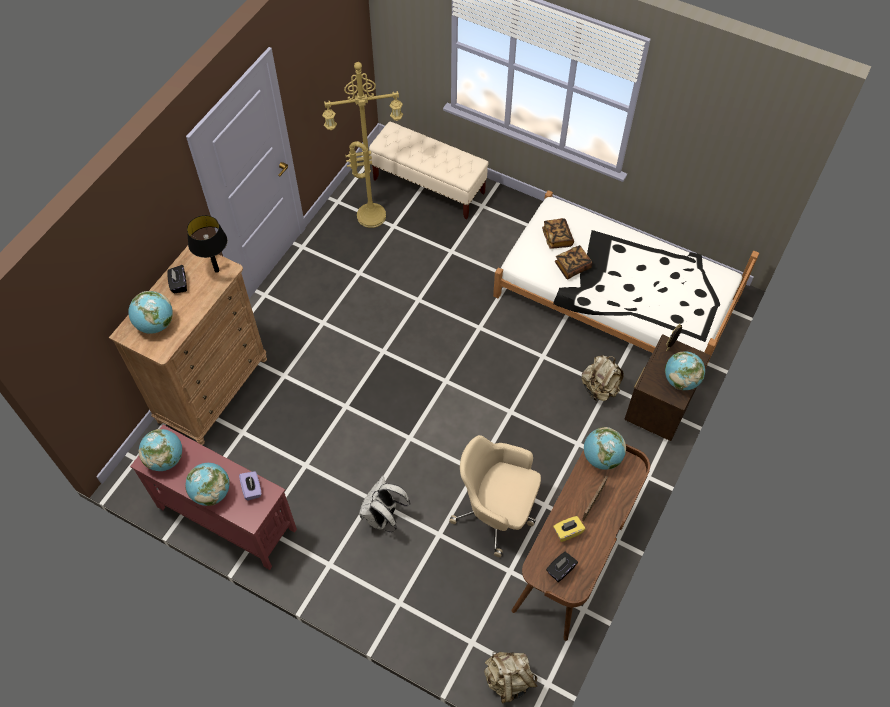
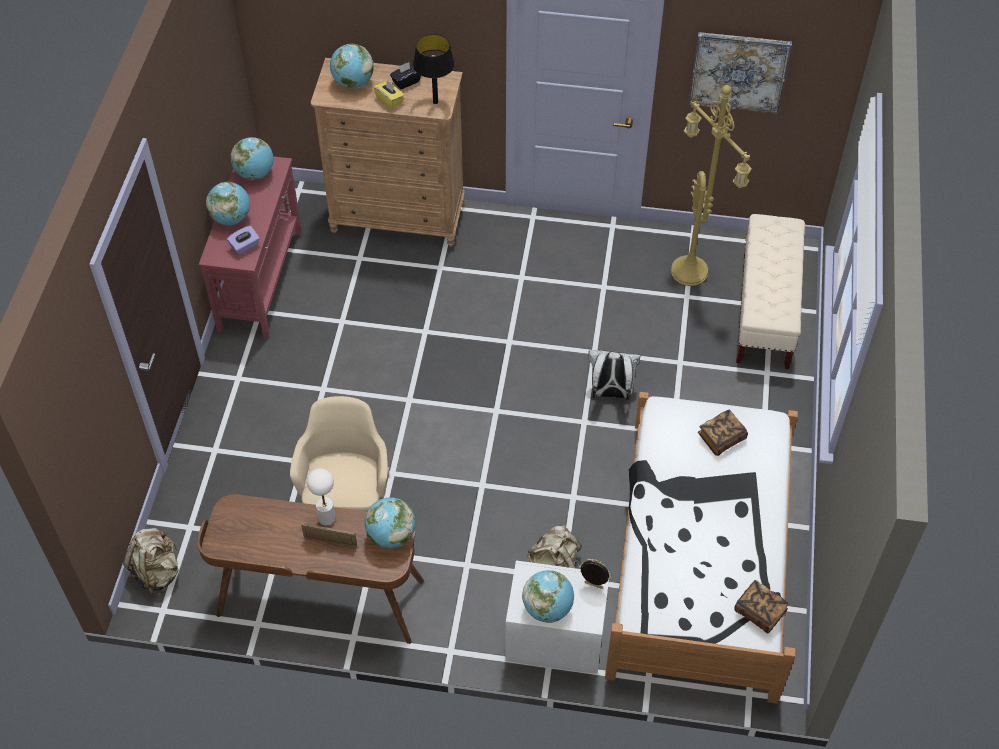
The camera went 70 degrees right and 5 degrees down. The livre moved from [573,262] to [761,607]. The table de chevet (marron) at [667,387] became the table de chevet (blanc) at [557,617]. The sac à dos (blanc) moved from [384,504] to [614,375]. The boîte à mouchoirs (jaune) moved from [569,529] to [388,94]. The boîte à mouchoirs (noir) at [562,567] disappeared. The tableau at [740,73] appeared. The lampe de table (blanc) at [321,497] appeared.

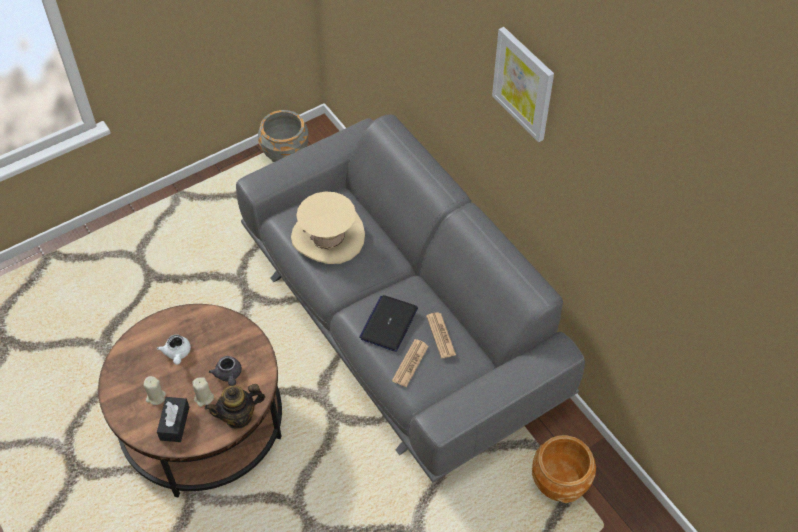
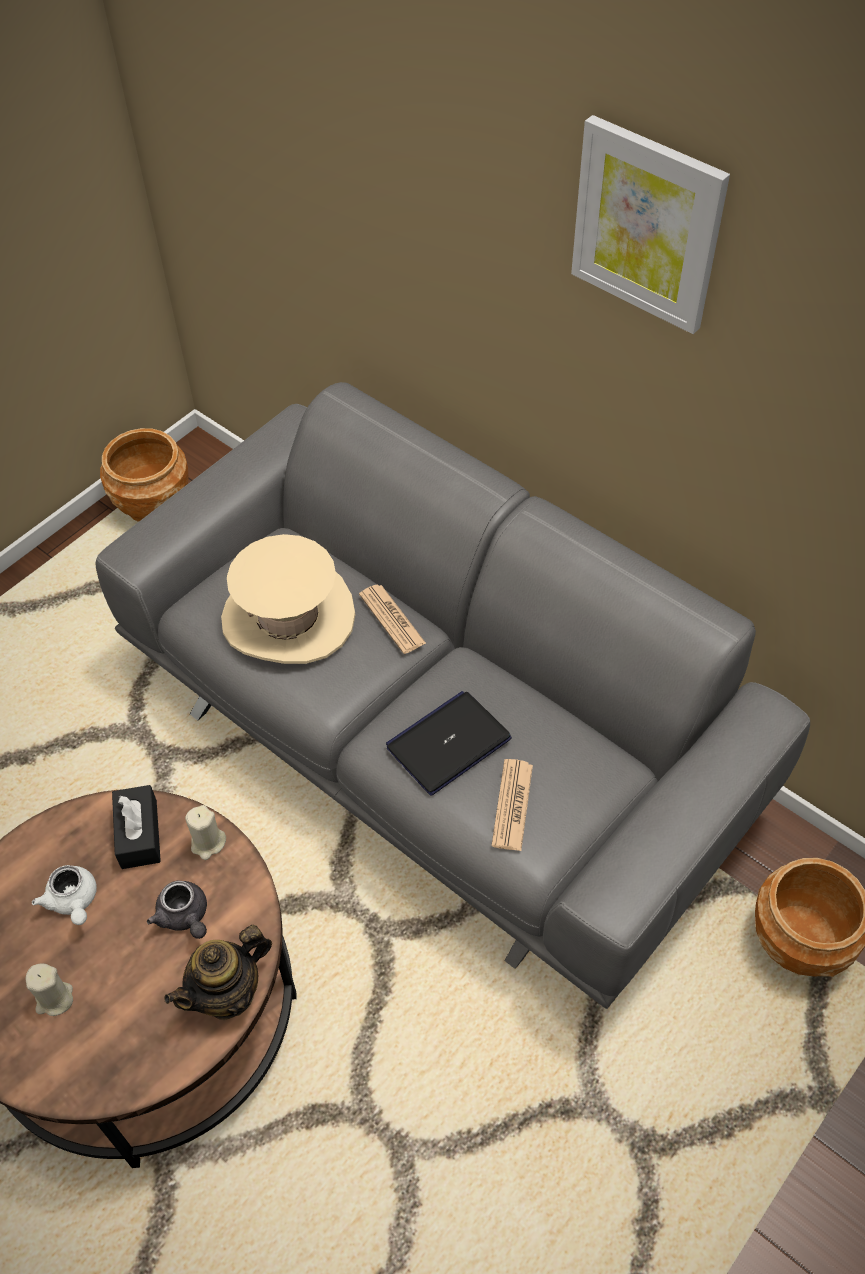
The camera went 15 degrees left and 0 degrees up. The cache-pot (gris) at [283,136] became the cache-pot (marron) at [144,475]. The ordinateur portable at [388,323] turned 45 degrees clockwise. The journal moved from [441,335] to [392,619]. The bougie (beige) moved from [203,392] to [205,832]. The boîte à mouchoirs (noir) moved from [173,419] to [136,827].

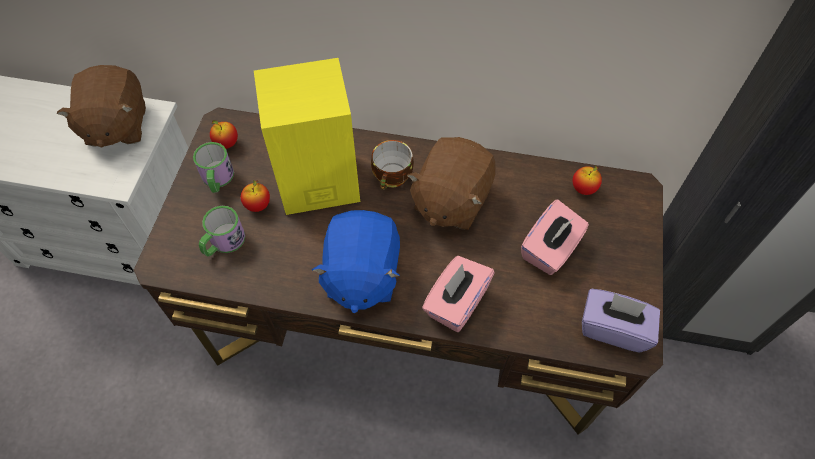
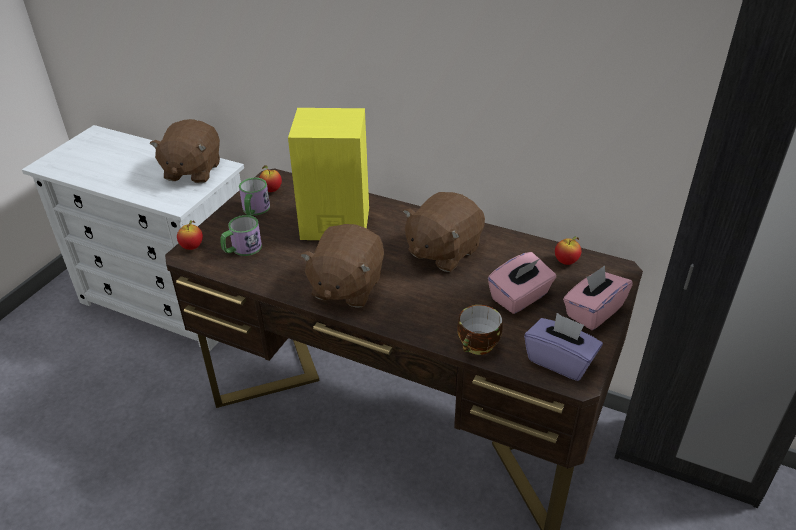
The camera went 15 degrees right and 20 degrees down. The tasse moved from [392,165] to [480,330]. The pomme moved from [255,196] to [190,235]. The peluche (bleu) at [356,261] became the peluche (marron) at [342,266]. The boîte à mouchoirs (rose) moved from [458,294] to [598,297].

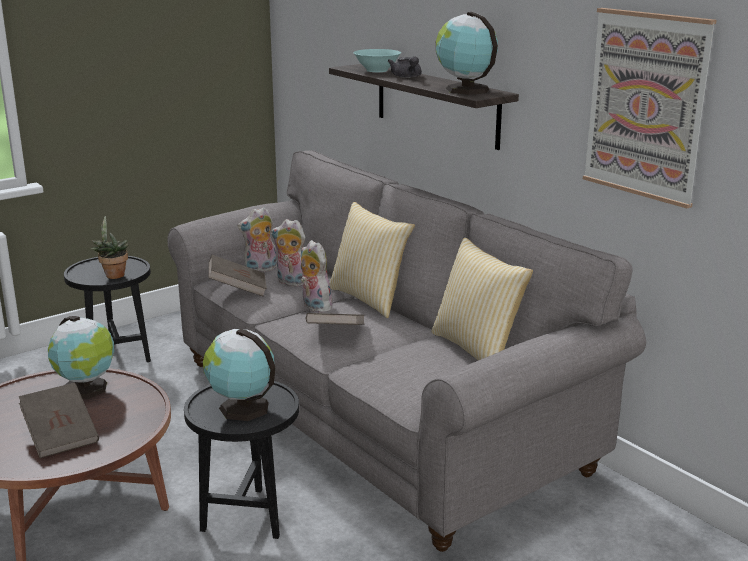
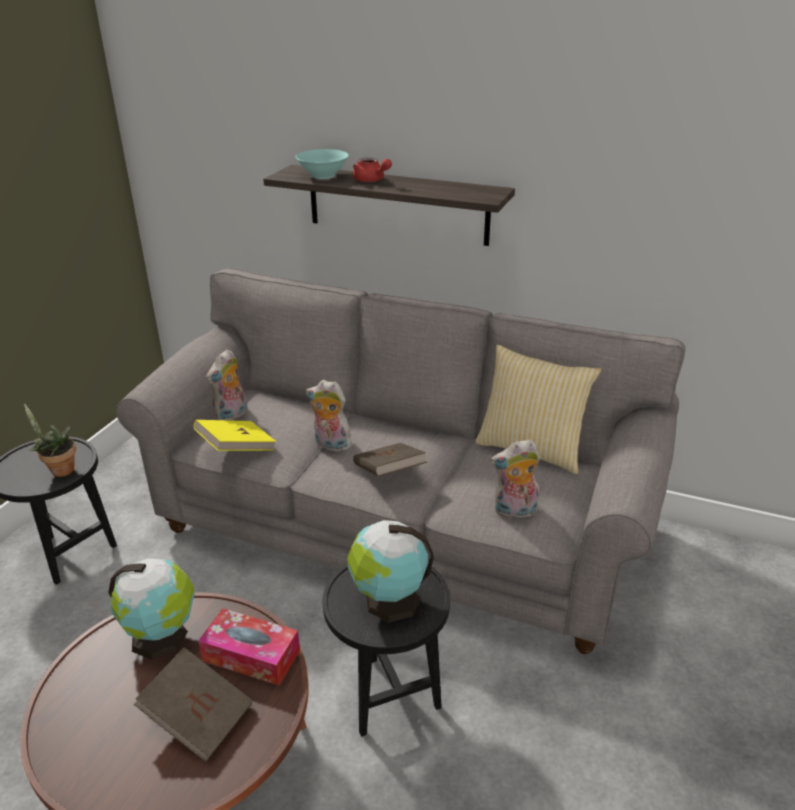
The camera went 30 degrees left and 10 degrees up. The tableau at [650,108] disappeared. The globe at [467,53] disappeared. The théière (gris) at [405,67] became the théière (rouge) at [372,170]. The coussin at [372,260] disappeared. The peluche moved from [288,253] to [515,479]. The livre (marron) at [237,276] became the livre (jaune) at [235,435]. The boîte à mouchoirs at [249,646] appeared.

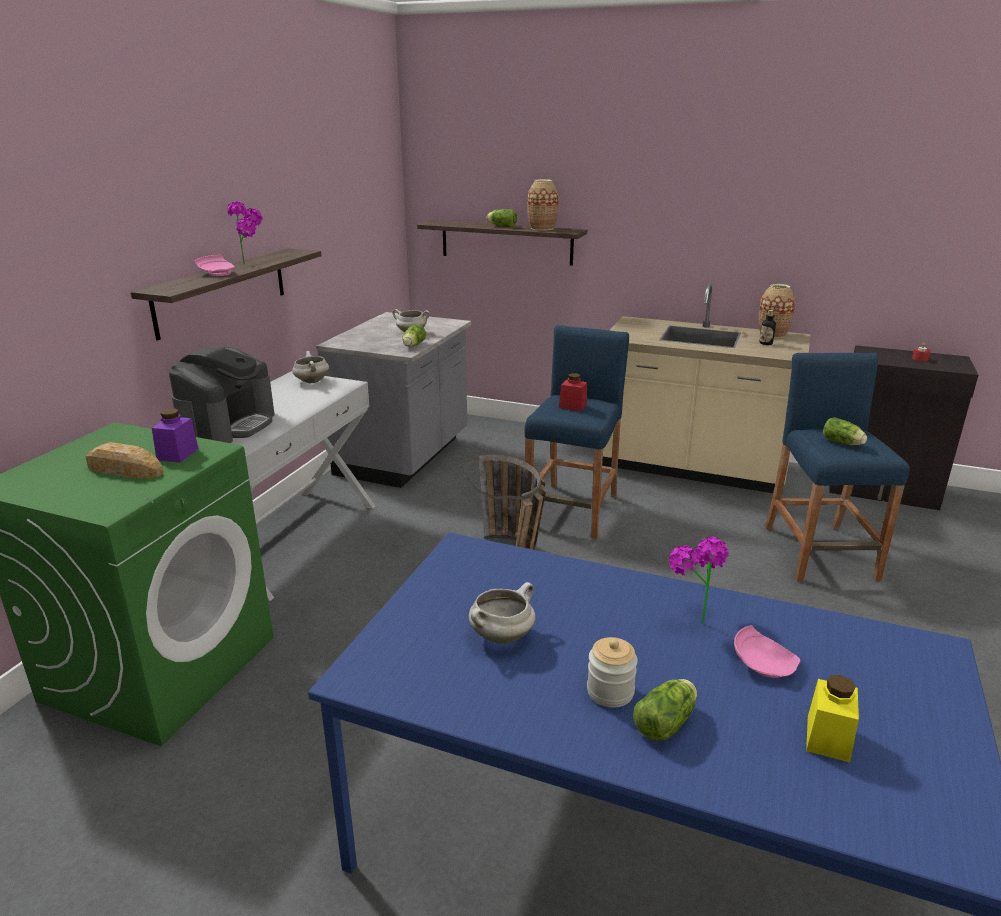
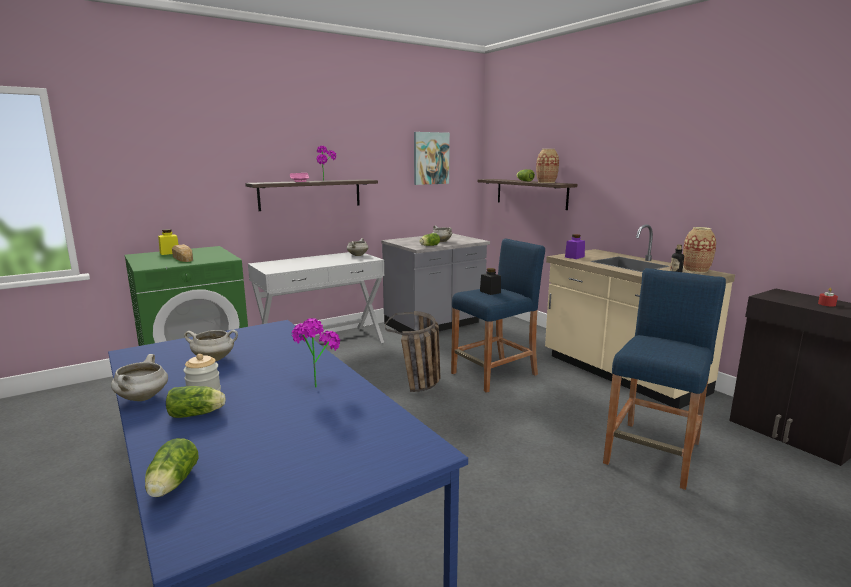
The camera went 35 degrees right and 10 degrees down. The machine à café at [222,394] disappeared. The bocal (rouge) at [573,392] became the bocal (noir) at [490,281]. The bocal (violet) moved from [175,435] to [575,246]. The laitue moved from [845,431] to [172,467]. The assiette (rose) at [767,651] disappeared. The bocal (jaune) moved from [832,718] to [168,242]. The tableau at [432,158] appeared. The marmite (blanc) at [139,377] appeared.

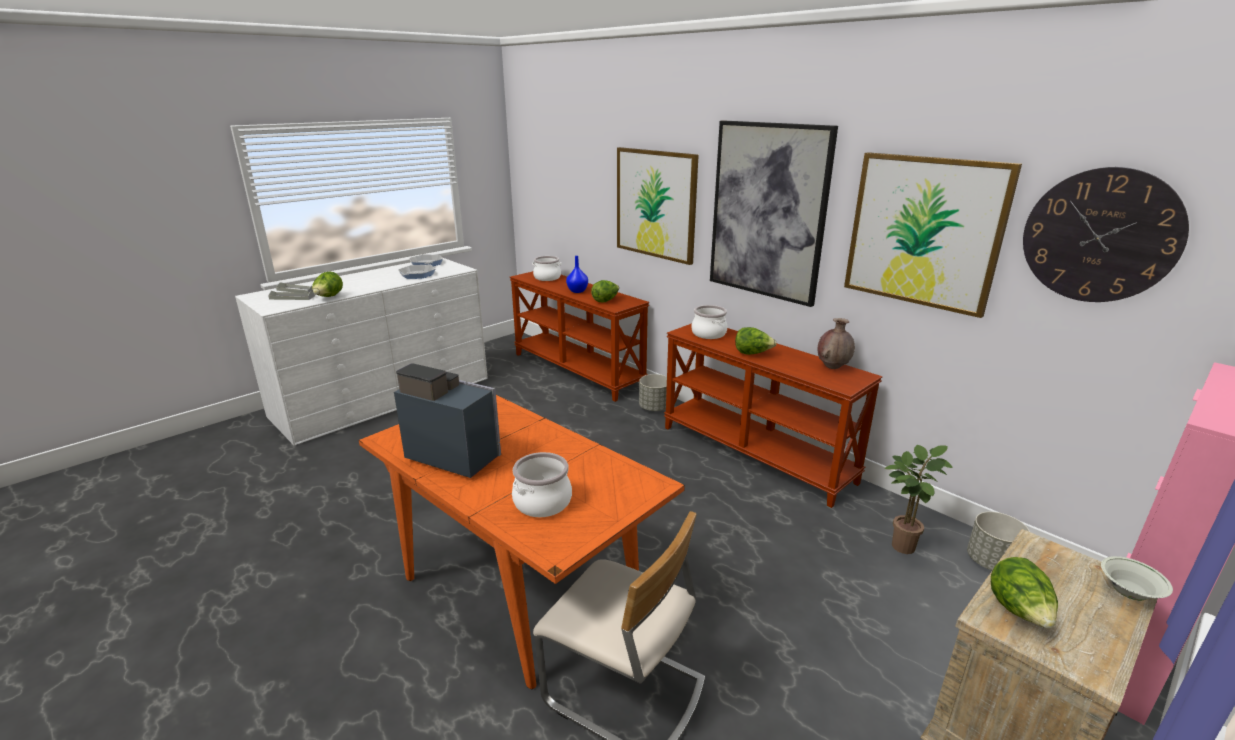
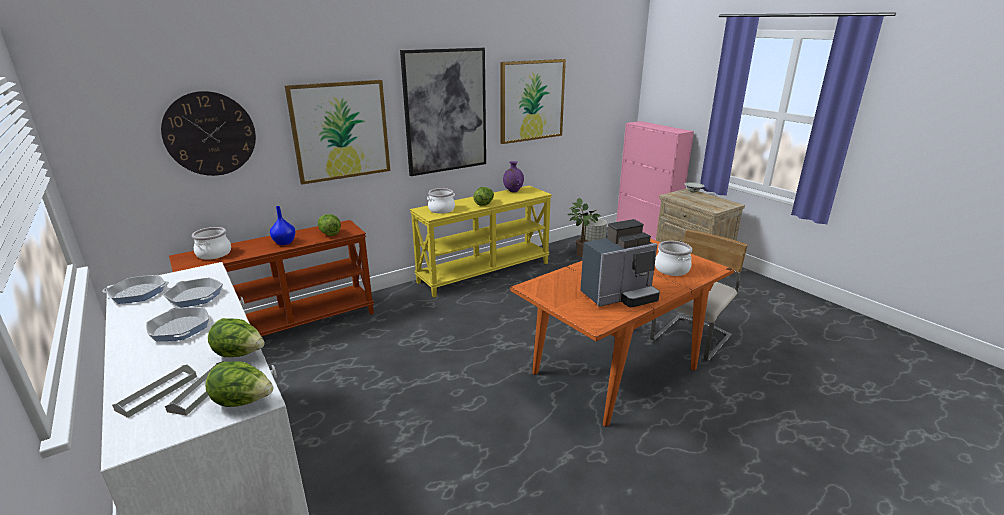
The camera went 80 degrees left and 0 degrees up. The horloge murale moved from [1106,234] to [208,133]. The vase (marron) at [836,343] became the vase (violet) at [513,176]. The table console (marron) at [773,415] became the table console (jaune) at [481,242]. The machine à café at [447,420] turned 150 degrees counterclockwise. The cache-pot (gris) at [653,392] disappeared. The laitue moved from [1024,592] to [239,384]. The poêle at [177,324] appeared.

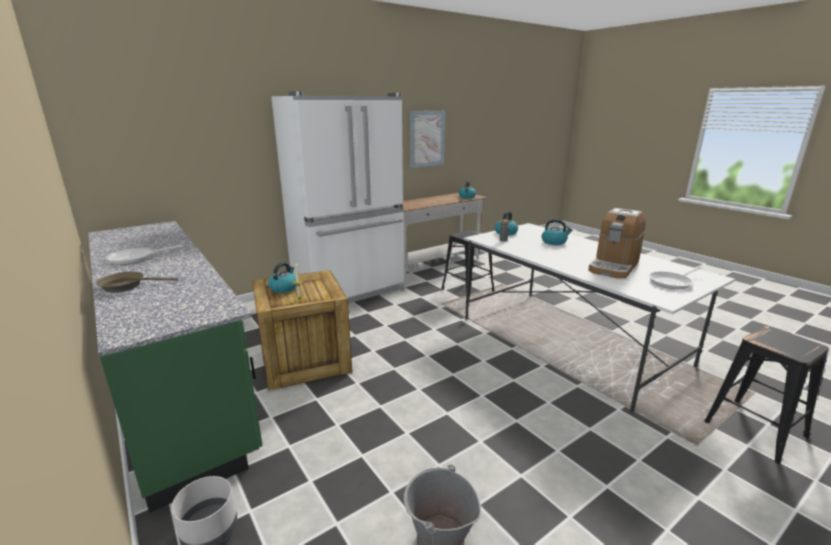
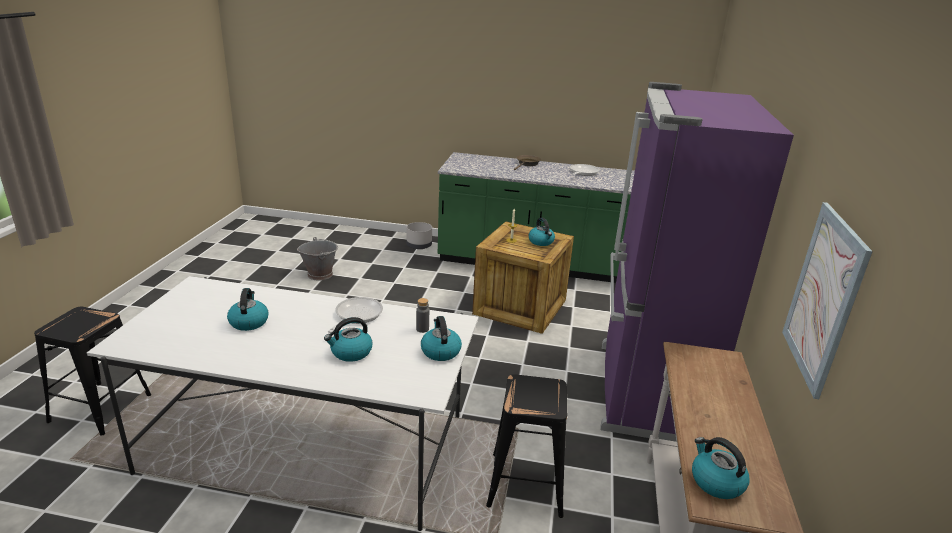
The camera went 135 degrees right and 5 degrees up. The réfrigérateur (blanc) at [337,197] became the réfrigérateur (violet) at [697,262]. The machine à café at [617,243] was replaced by the bouilloire at [247,309]. The poêle moved from [675,278] to [355,315].

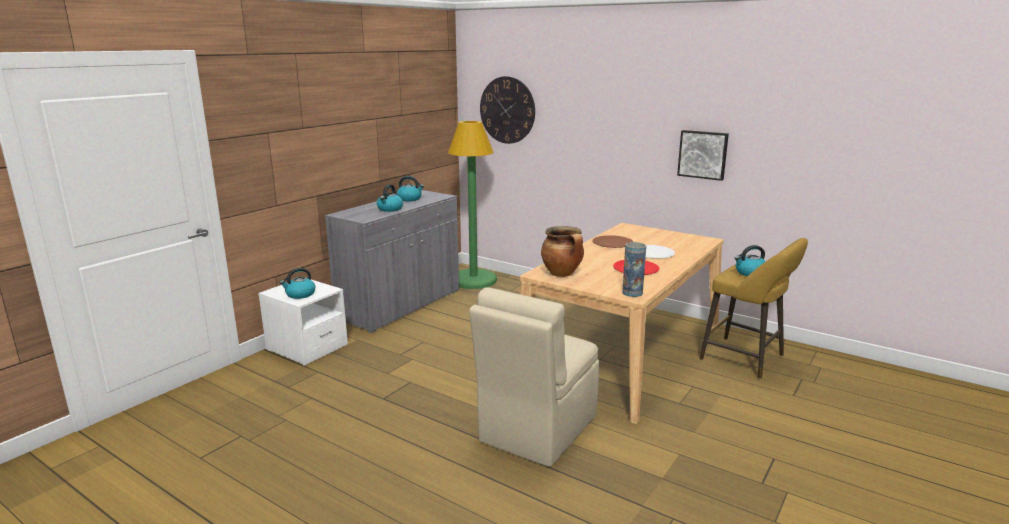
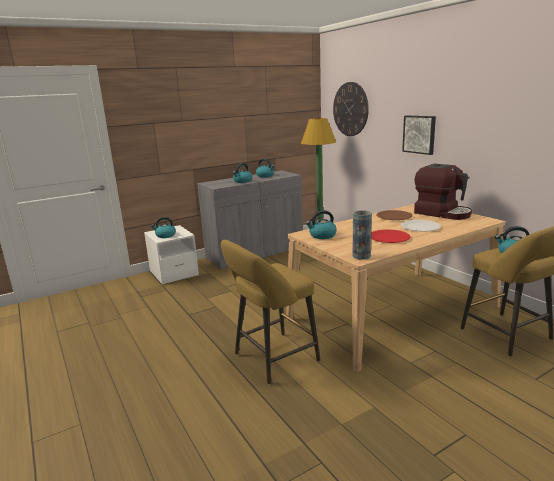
The camera went 25 degrees right and 0 degrees up. The tableau moved from [703,155] to [419,135]. The marmite at [562,251] was replaced by the bouilloire at [321,224]. The chaise (beige) at [534,377] was replaced by the tabouret (jaune) at [270,312]. The machine à café at [443,192] appeared.

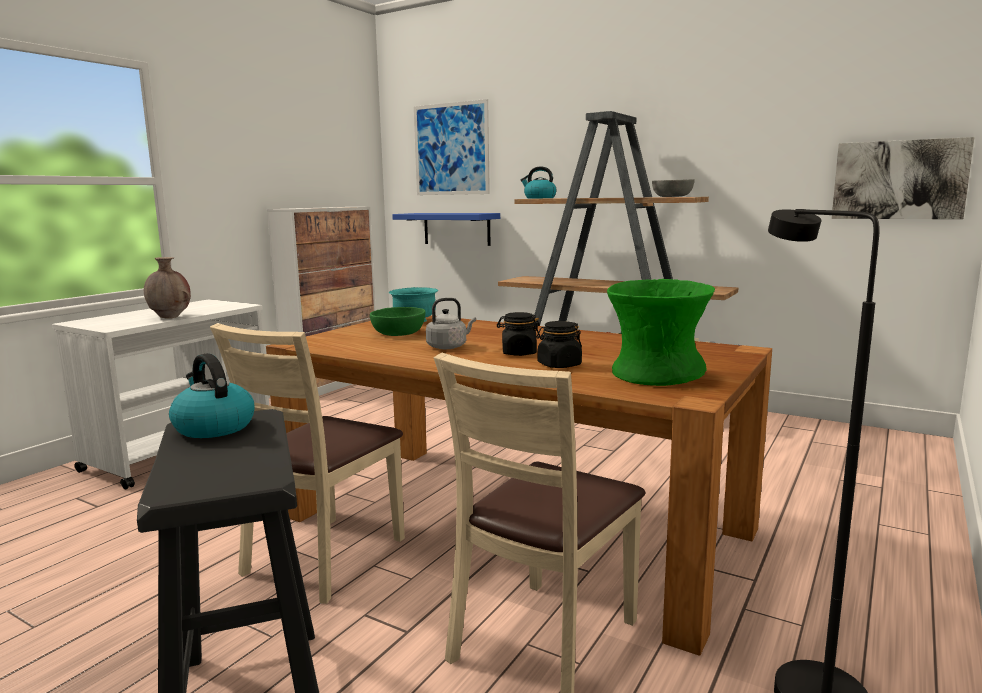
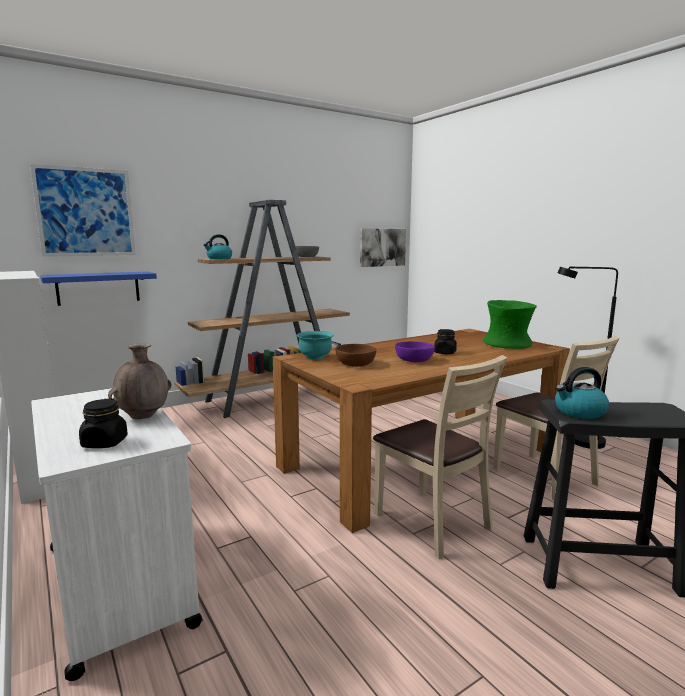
The camera went 65 degrees left and 0 degrees up. The bouilloire (gris) at [451,323] was replaced by the bol (violet) at [415,351]. The bol (vert) at [397,321] became the bol (marron) at [355,355]. The bocal (noir) moved from [559,344] to [103,423].

